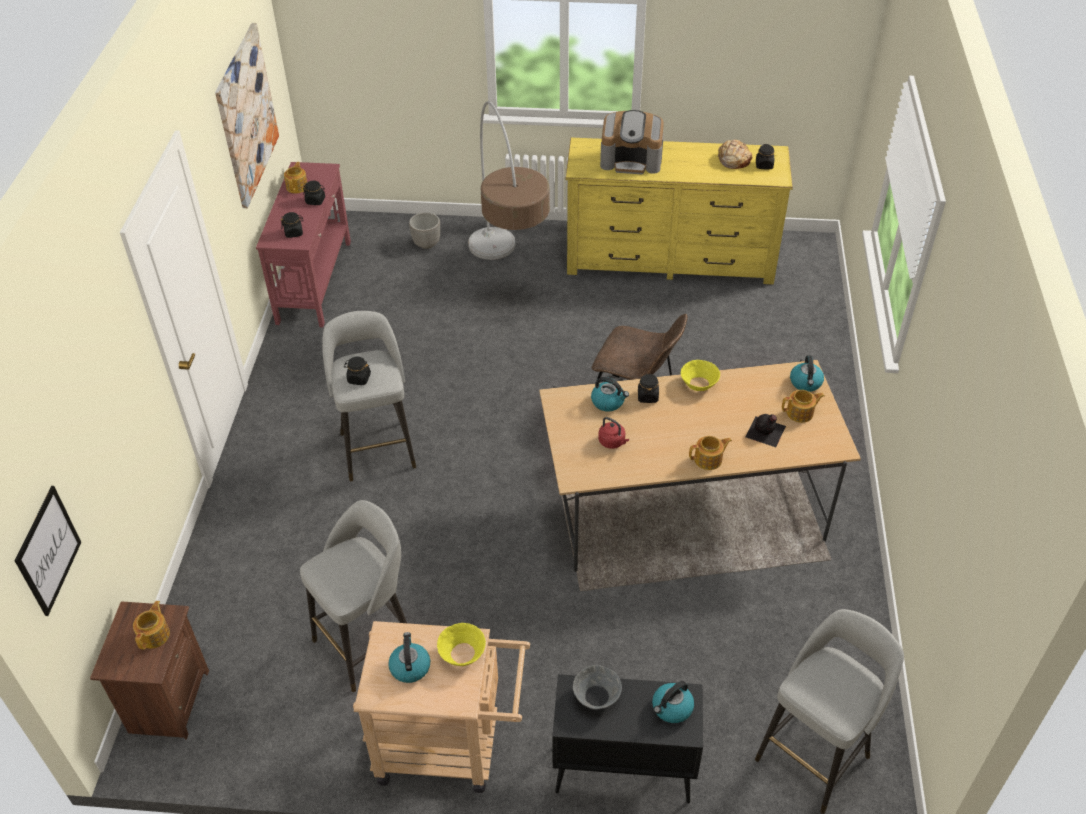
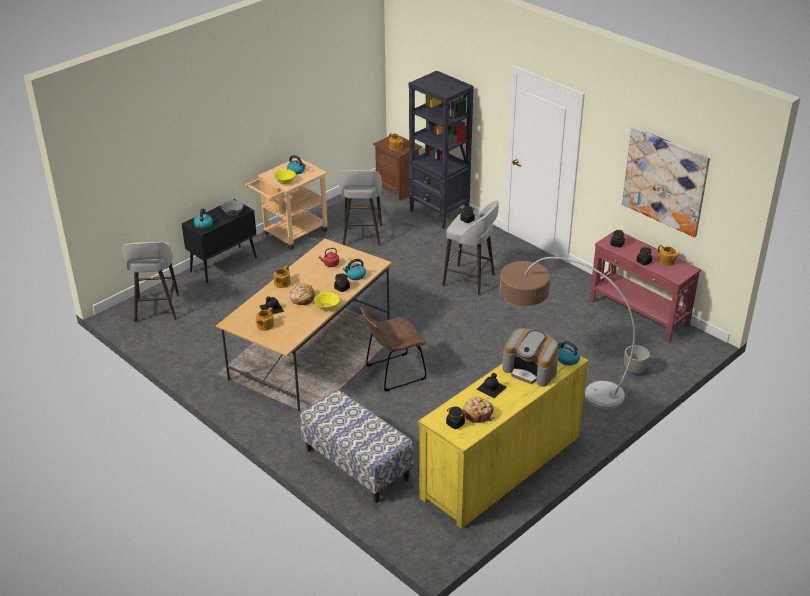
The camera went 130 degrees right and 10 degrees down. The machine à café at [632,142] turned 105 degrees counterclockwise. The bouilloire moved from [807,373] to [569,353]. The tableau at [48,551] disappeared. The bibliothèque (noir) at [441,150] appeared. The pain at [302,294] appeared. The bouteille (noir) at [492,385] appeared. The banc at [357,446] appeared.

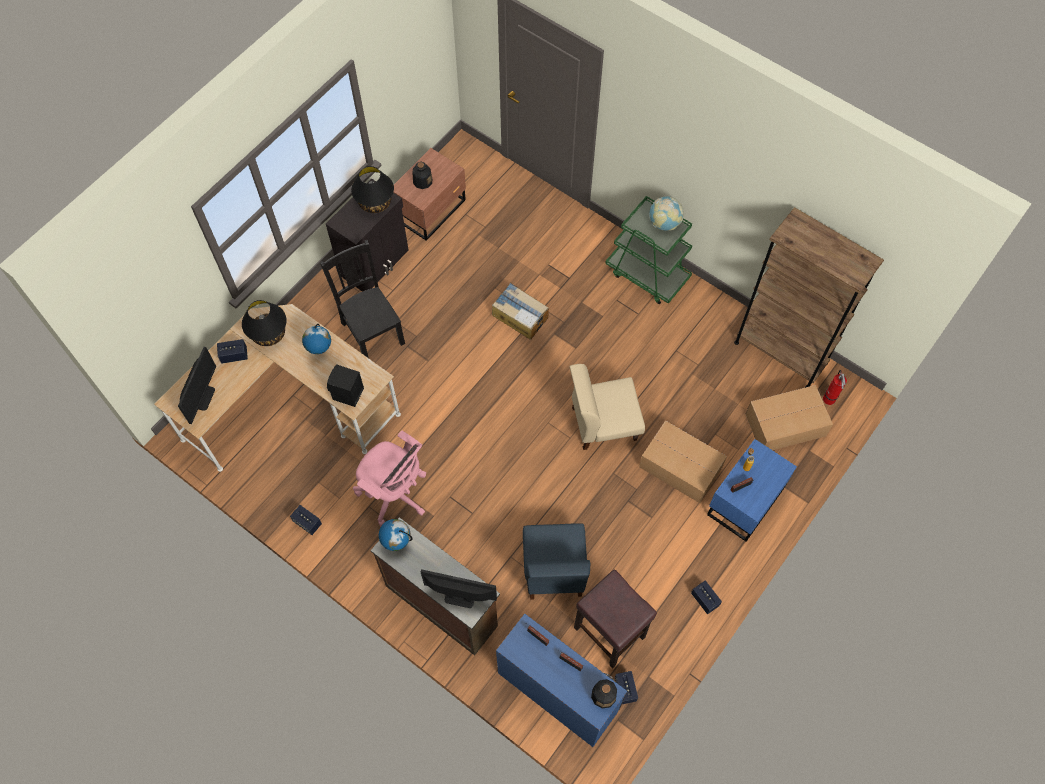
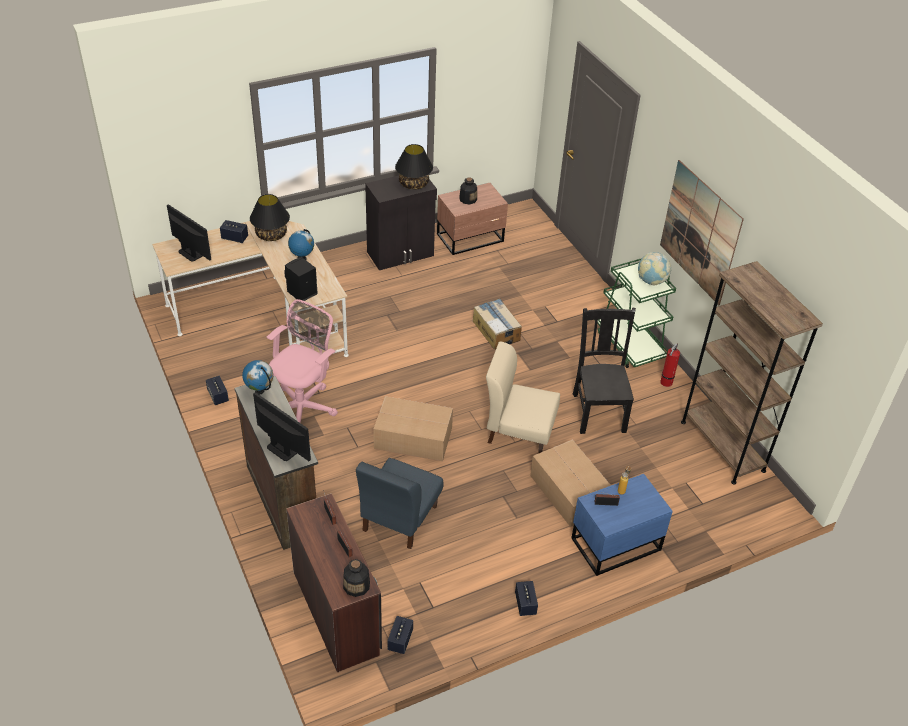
The camera went 25 degrees right and 20 degrees down. The chaise (noir) moved from [362,299] to [604,371]. The écran d'ordinateur at [197,385] turned 90 degrees counterclockwise. The extincteur moved from [835,387] to [670,365]. The carton moved from [789,417] to [413,428]. The chaise de bureau (rose) at [389,478] turned 120 degrees counterclockwise. The tabouret (marron) at [615,619] disappeared. The bureau (bleu) at [561,680] became the bureau (marron) at [334,582]. The tableau at [702,232] appeared.

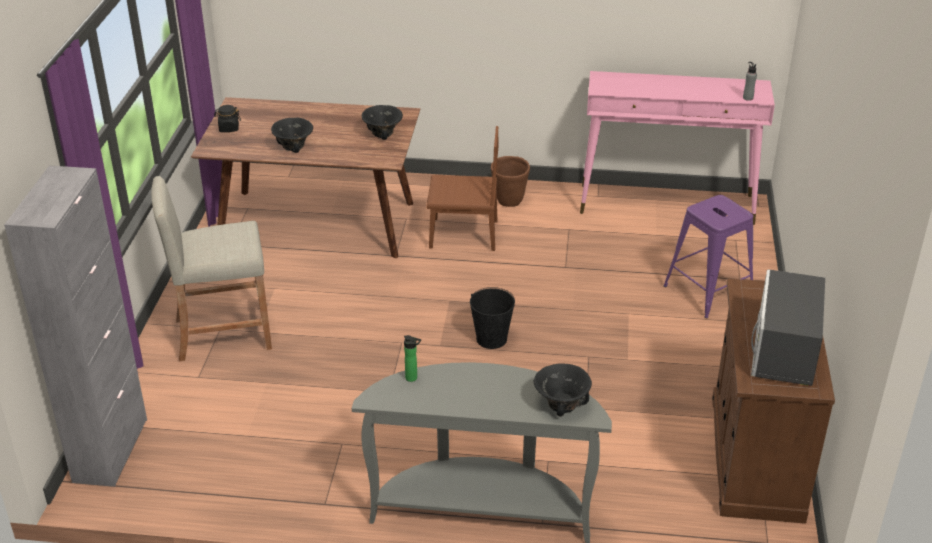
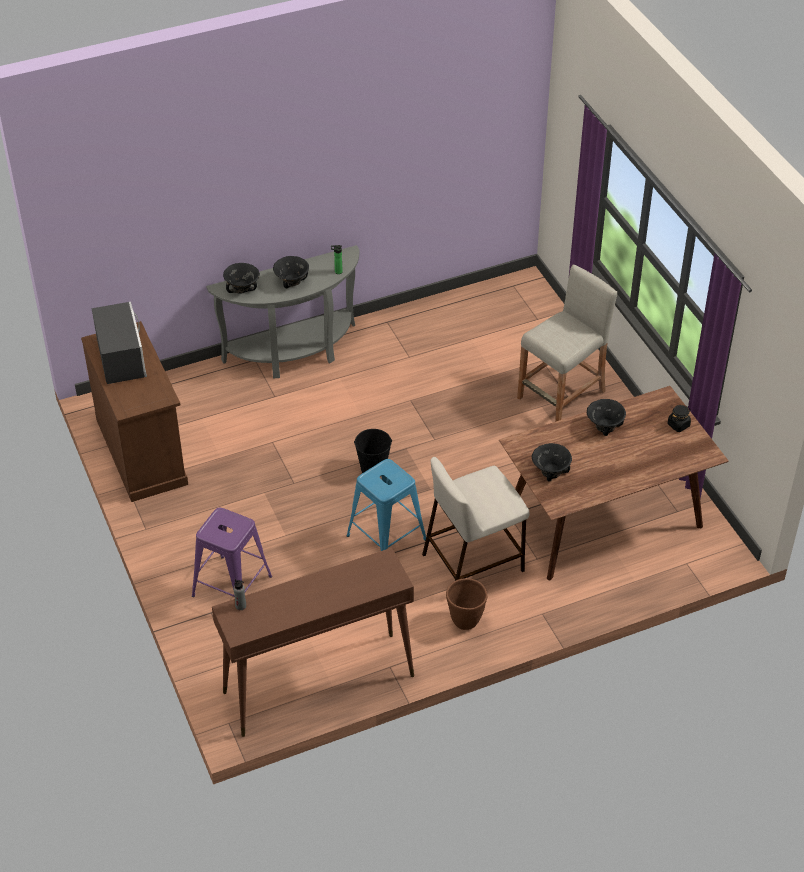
The camera went 150 degrees right and 10 degrees up. The table console (rose) at [677,148] became the table console (marron) at [313,642]. The chaise (marron) at [462,188] was replaced by the tabouret (beige) at [475,519]. The meuble de rangement (gris) at [75,326] disappeared. The bol (noir) at [291,272] appeared. The tabouret (bleu) at [386,505] appeared.

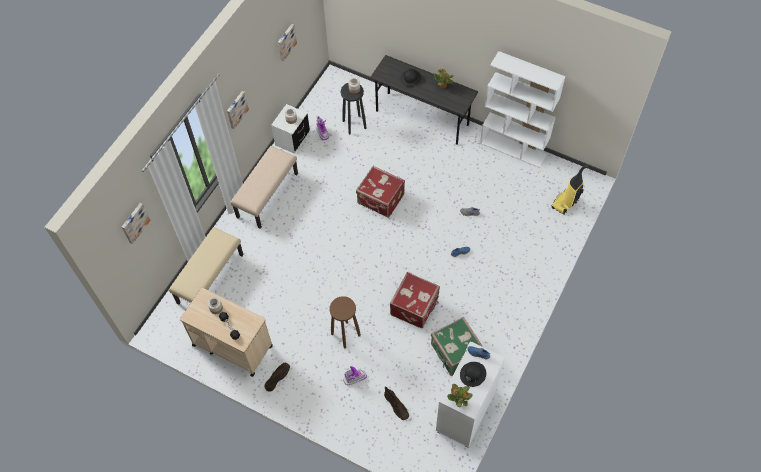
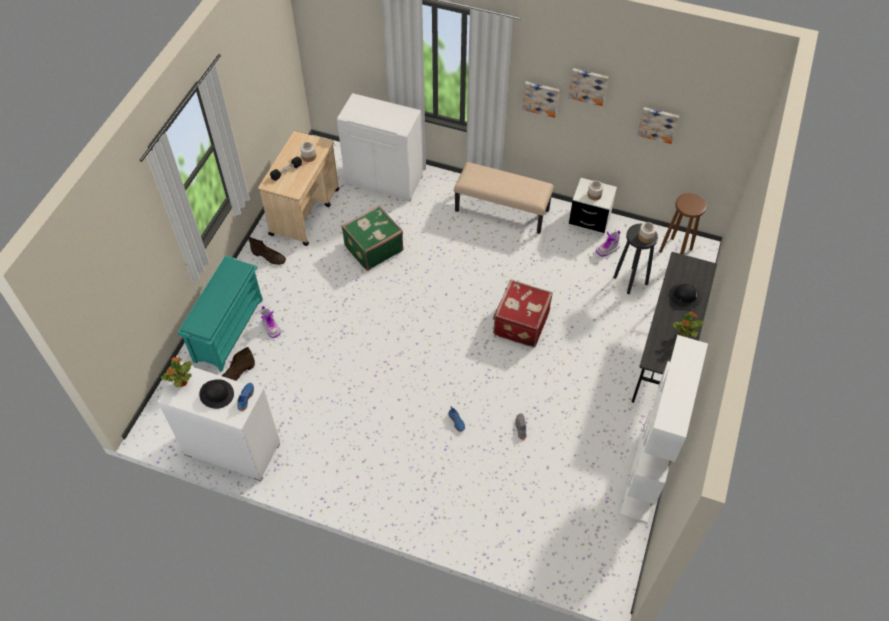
The camera went 80 degrees right and 5 degrees down. The aspirateur at [570,189] disappeared. The tableau moved from [136,223] to [588,87]. The banc (beige) at [206,265] was replaced by the meuble de rangement (blanc) at [380,147]. The valise (rouge) at [415,300] disappeared. The tabouret (marron) moved from [345,322] to [682,224]. The valise (vert) moved from [457,346] to [373,238]. The étagère à chaussures (turquoise) at [220,313] appeared.

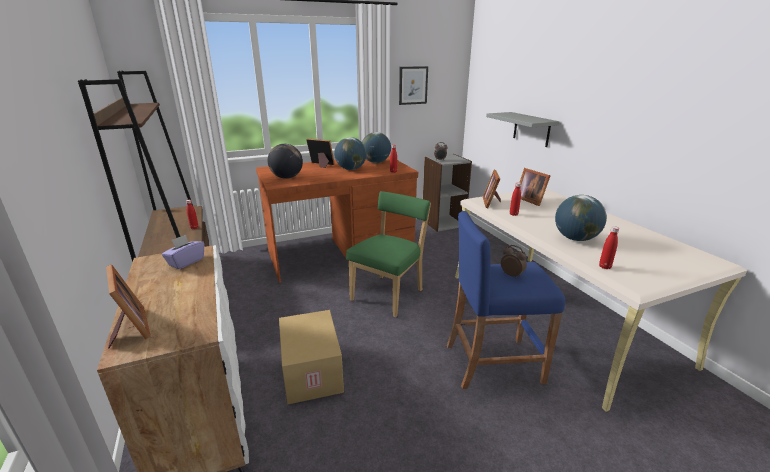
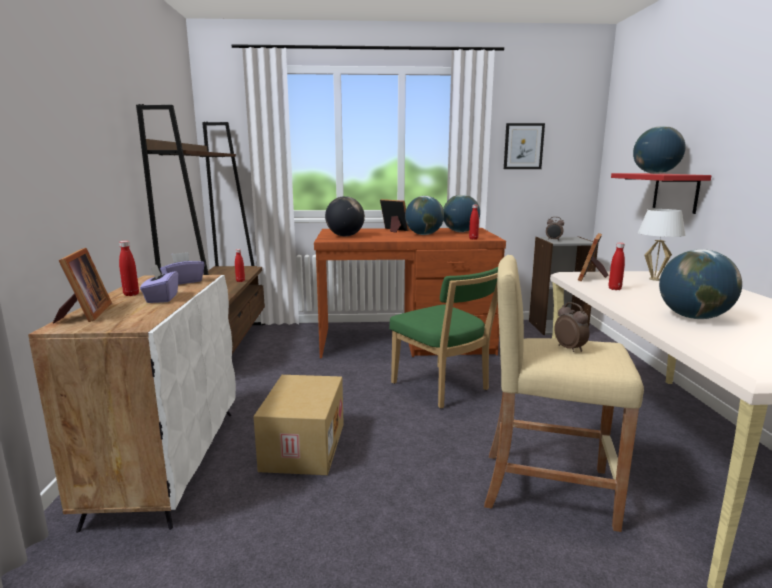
The camera went 20 degrees right and 10 degrees down. The étagère (gris) at [523,129] became the étagère (rouge) at [661,193]. The cadre photo at [535,187] was replaced by the lampe de table (blanc) at [661,245]. The chaise (vert) at [388,254] turned 90 degrees clockwise. The tabouret (bleu) at [506,300] became the tabouret (beige) at [564,393]. The bouteille (rouge) moved from [609,247] to [129,268]. The globe at [659,150] appeared. The boîte à mouchoirs (violet) at [159,283] appeared.

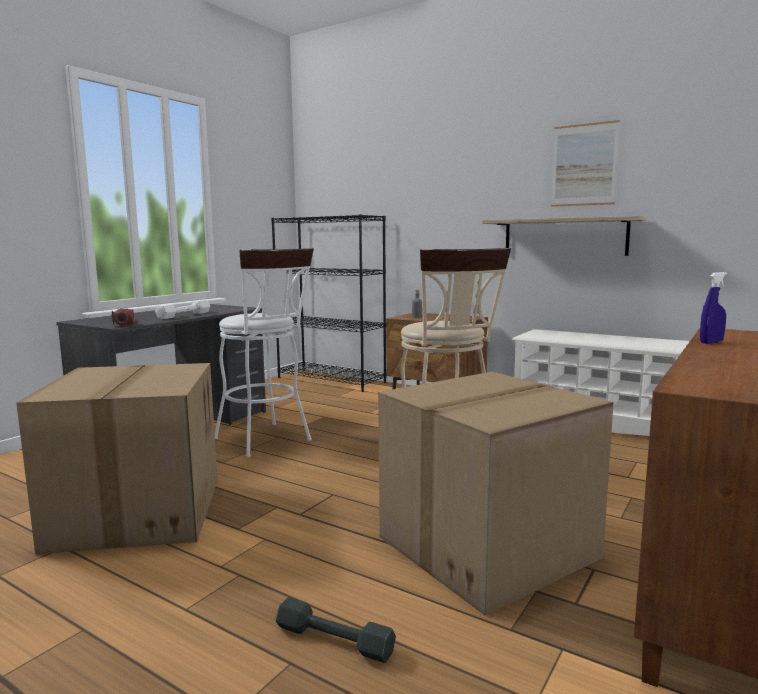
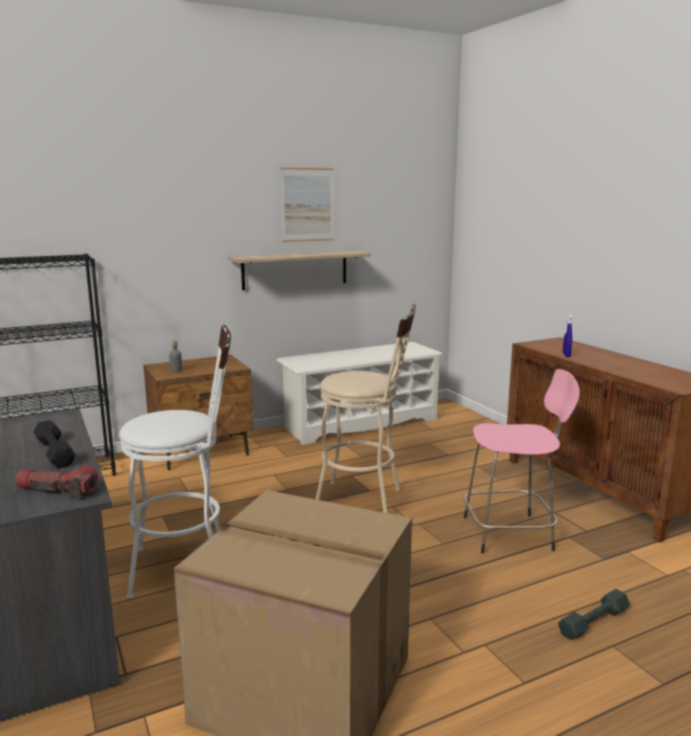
The camera went 60 degrees left and 5 degrees up. The haltère (blanc) at [182,309] became the haltère (noir) at [54,444]. The carton at [496,494] was replaced by the tabouret (rose) at [522,461].

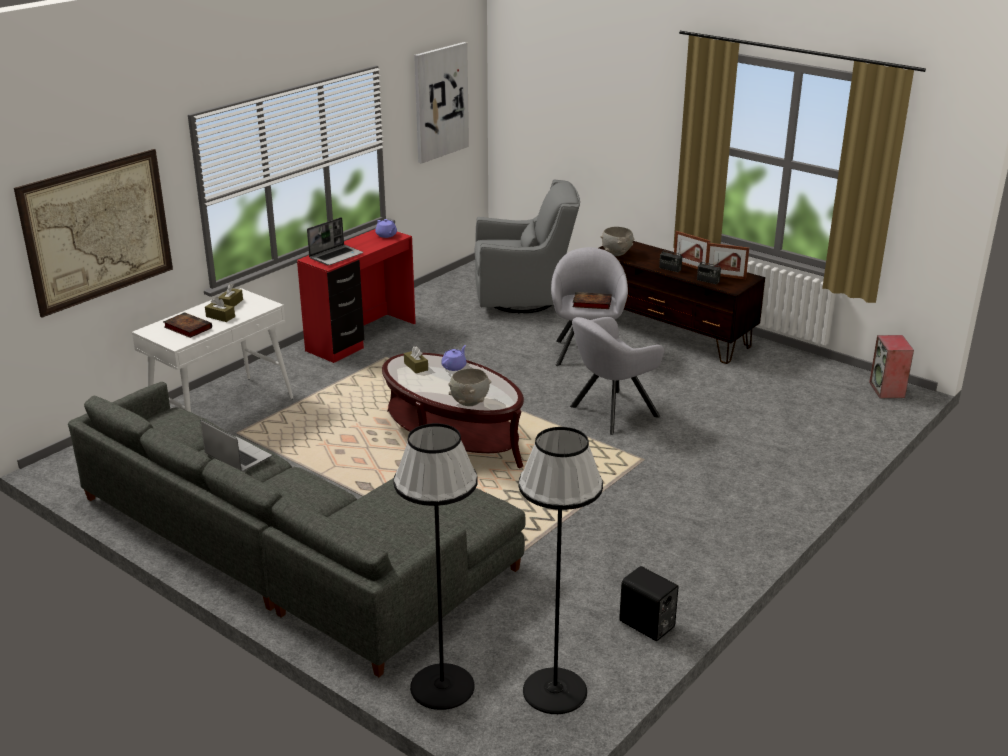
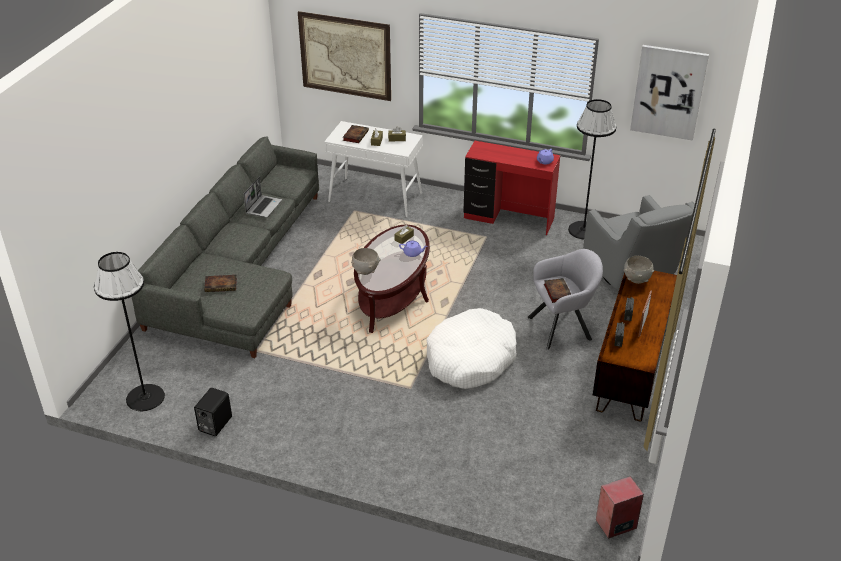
The camera went 70 degrees right and 10 degrees up. The ordinateur portable at [335,241] disappeared. The cadre photo at [727,261] disappeared. The fauteuil (gris) at [617,376] was replaced by the panier pour chien (blanc) at [471,348]. The lampadaire (noir) moved from [435,566] to [592,169]. The livre at [220,283] appeared.

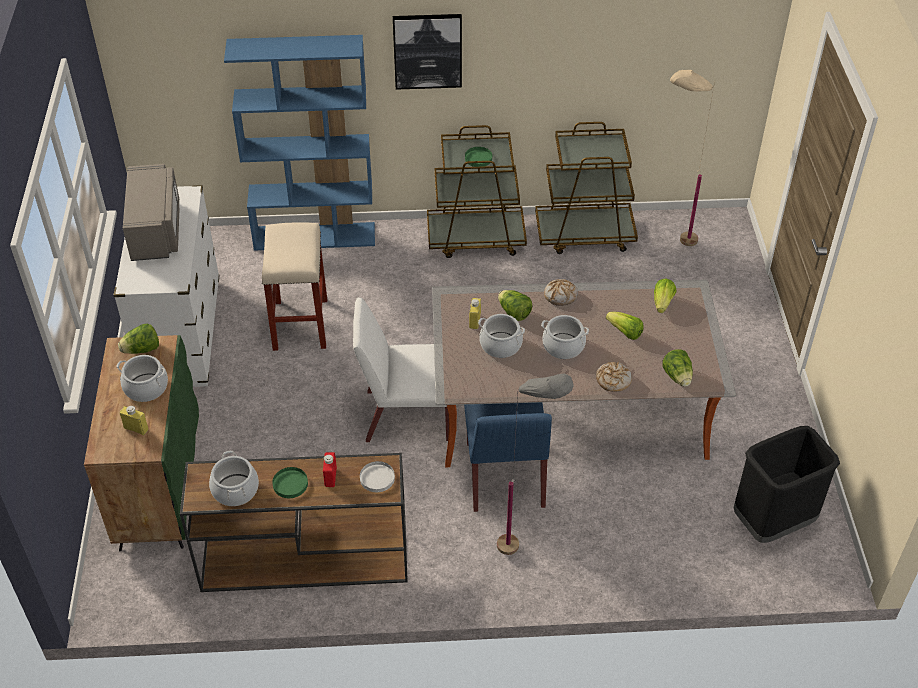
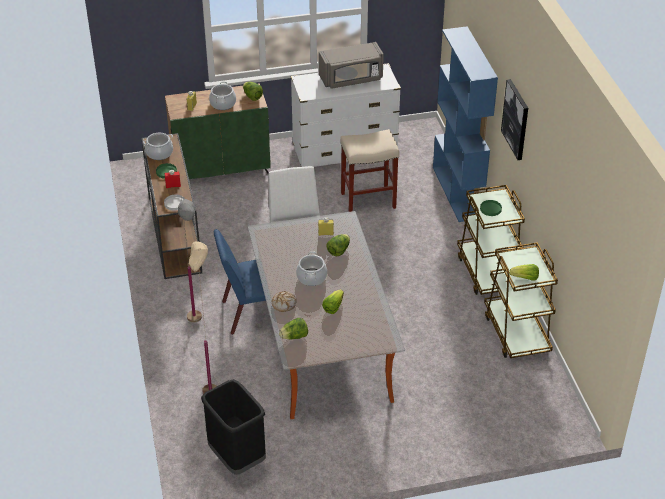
The camera went 80 degrees right and 5 degrees down. The lampadaire (beige) moved from [692,158] to [203,317]. The laitue moved from [665,295] to [524,272]. The pain at [561,292] disappeared. The marmite at [501,336] disappeared.

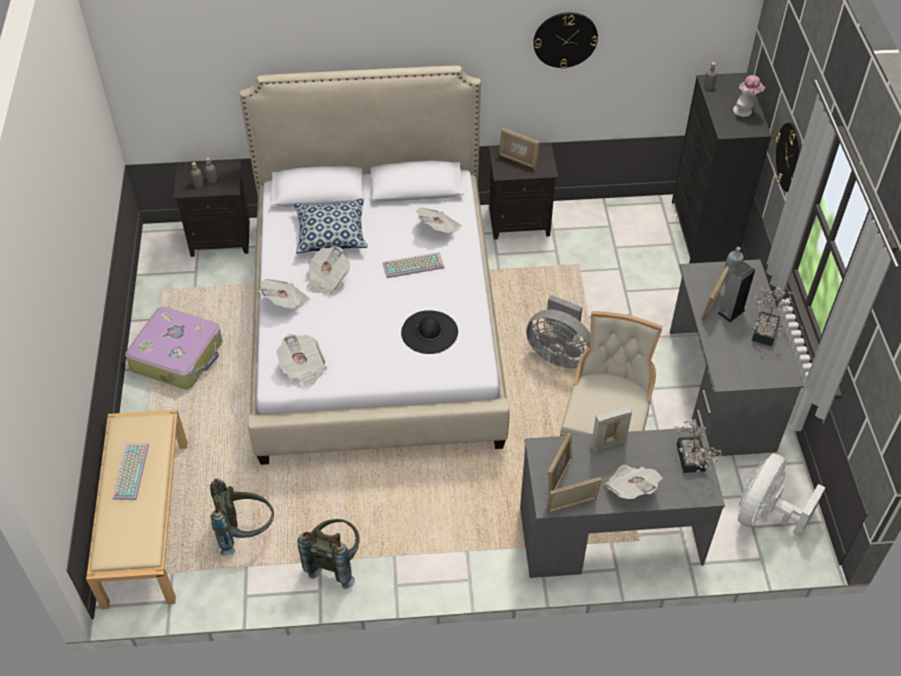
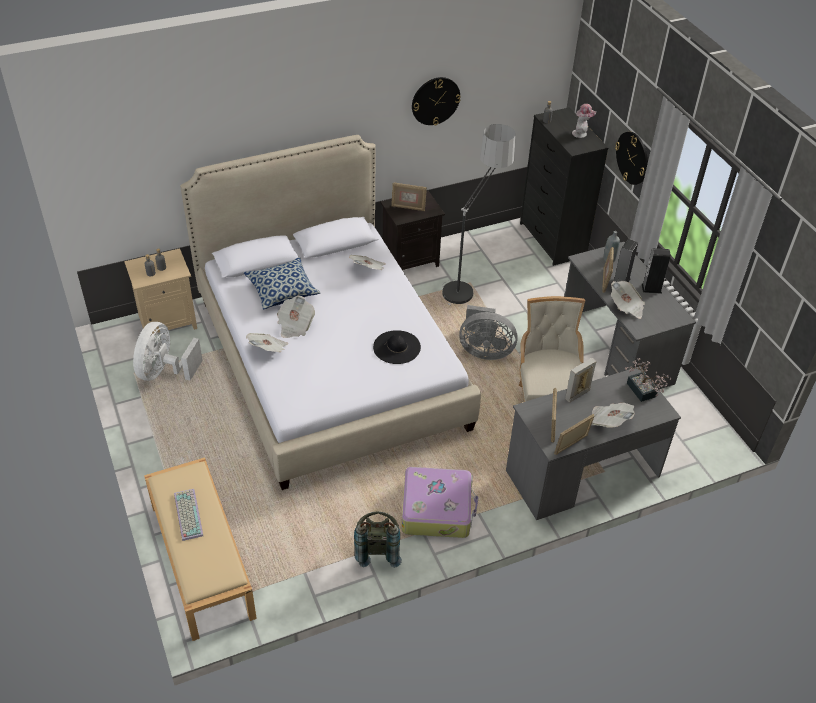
The camera went 20 degrees left and 5 degrees down. The table de chevet (noir) at [211,208] became the table de chevet (beige) at [160,292]. The clavier at [414,265] disappeared. The plante en pot at [772,316] was replaced by the enceinte at [656,271]. The valise moved from [174,348] to [440,502]. The journal moved from [301,361] to [628,300]. The ventilateur (blanc) moved from [781,495] to [168,351]. The sac à dos (gris) at [242,517] disappeared. The lampadaire at [479,214] appeared.

